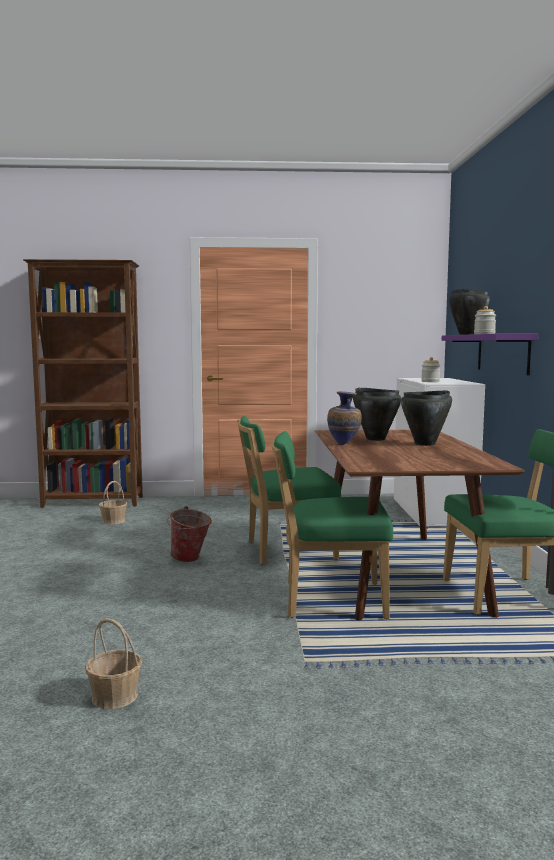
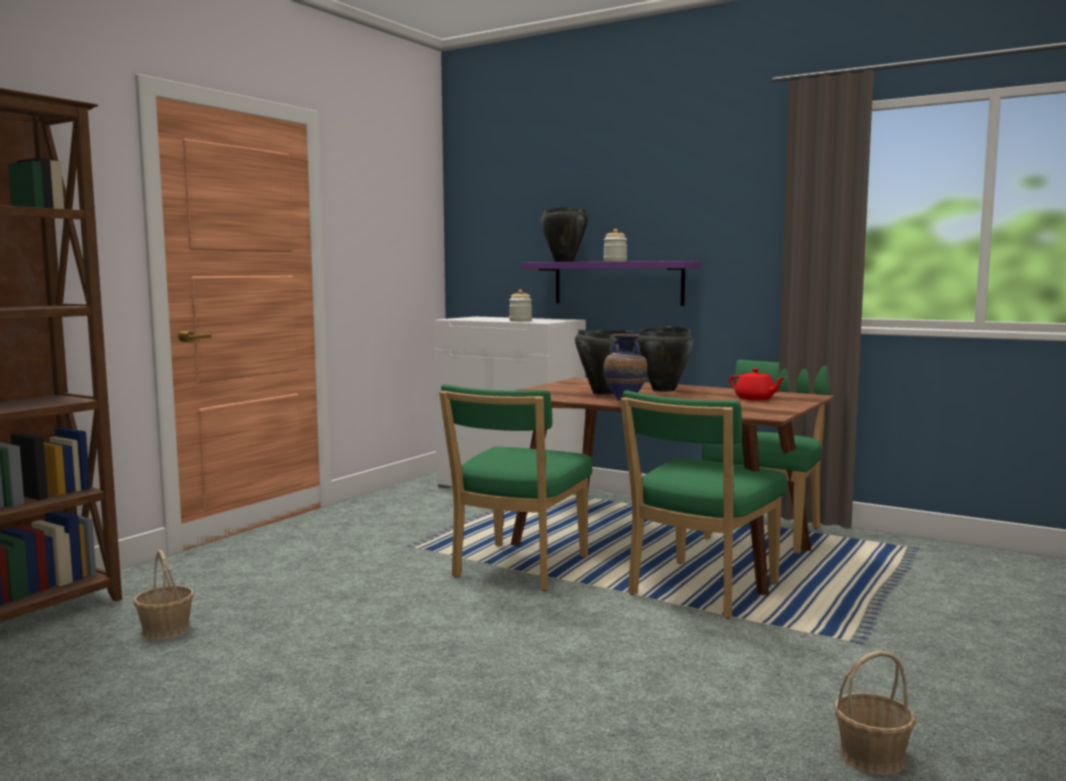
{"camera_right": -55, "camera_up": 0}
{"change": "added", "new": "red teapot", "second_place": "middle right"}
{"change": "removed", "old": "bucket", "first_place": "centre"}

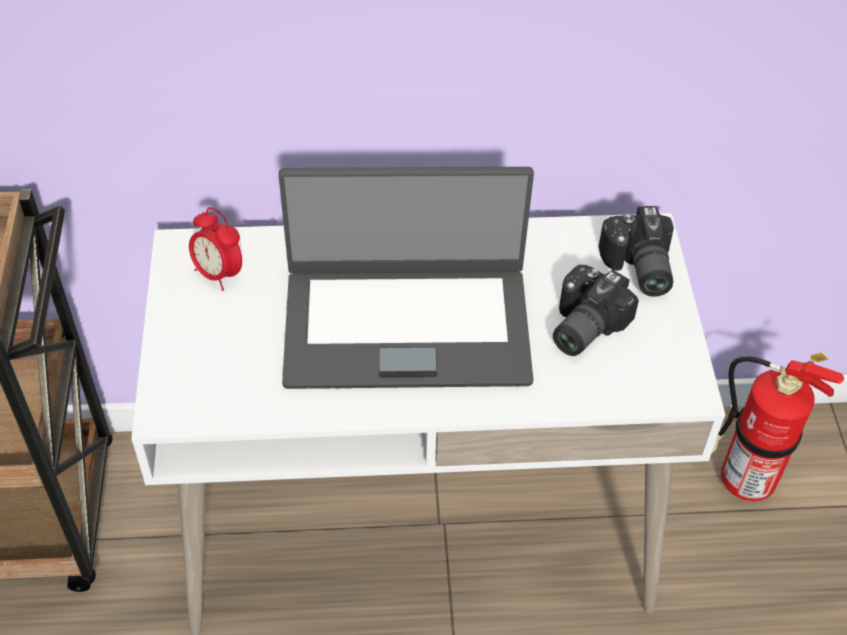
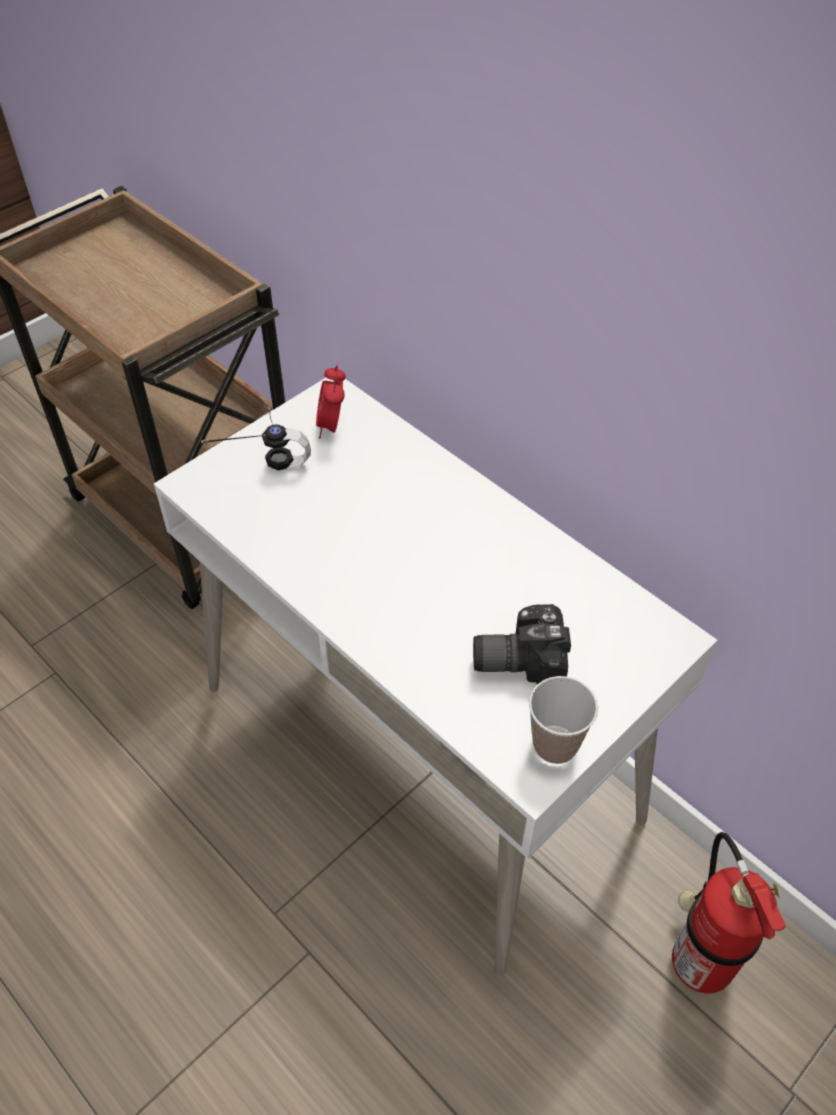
{"camera_right": 50, "camera_up": 0}
{"change": "added", "new": "headphones", "second_place": "middle left"}
{"change": "added", "new": "cup", "second_place": "middle right"}
{"change": "removed", "old": "laptop", "first_place": "centre"}
{"change": "removed", "old": "photo camera (2nd from left)", "first_place": "middle right"}

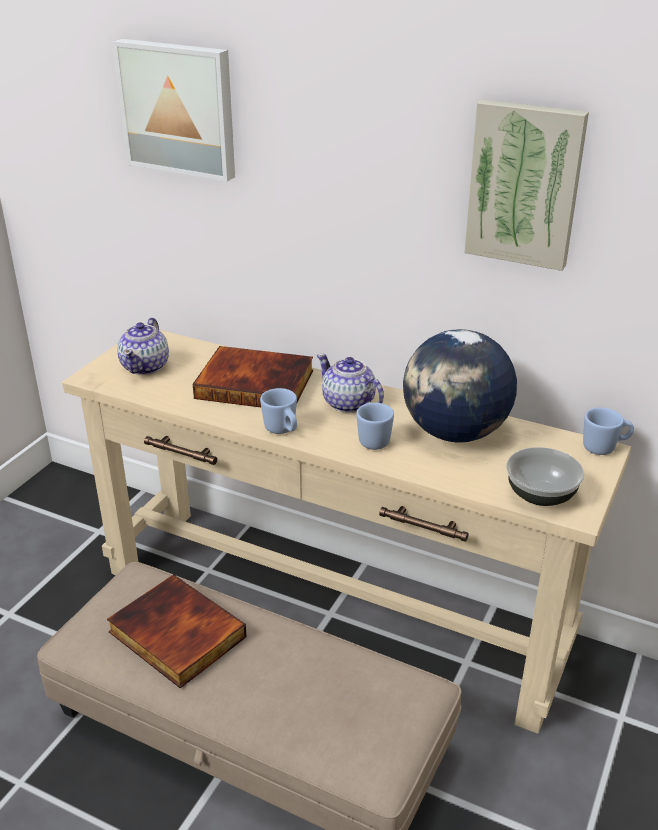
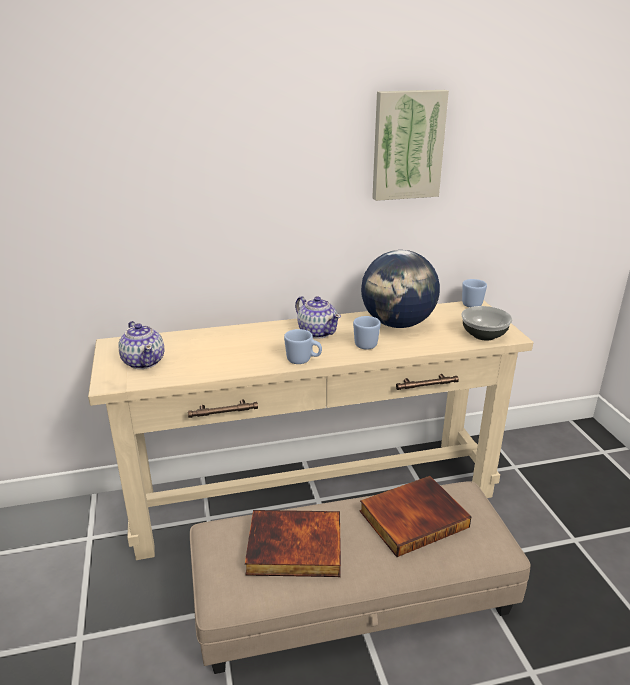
{"camera_right": -40, "camera_up": -5}
{"change": "turned", "old": "teapot (2nd from left)", "first_place": "centre", "second_place": "centre", "degrees": -135}
{"change": "moved", "old": "book (2nd from left)", "first_place": "centre", "second_place": "bottom centre"}
{"change": "removed", "old": "picture (1st from left)", "first_place": "top left"}

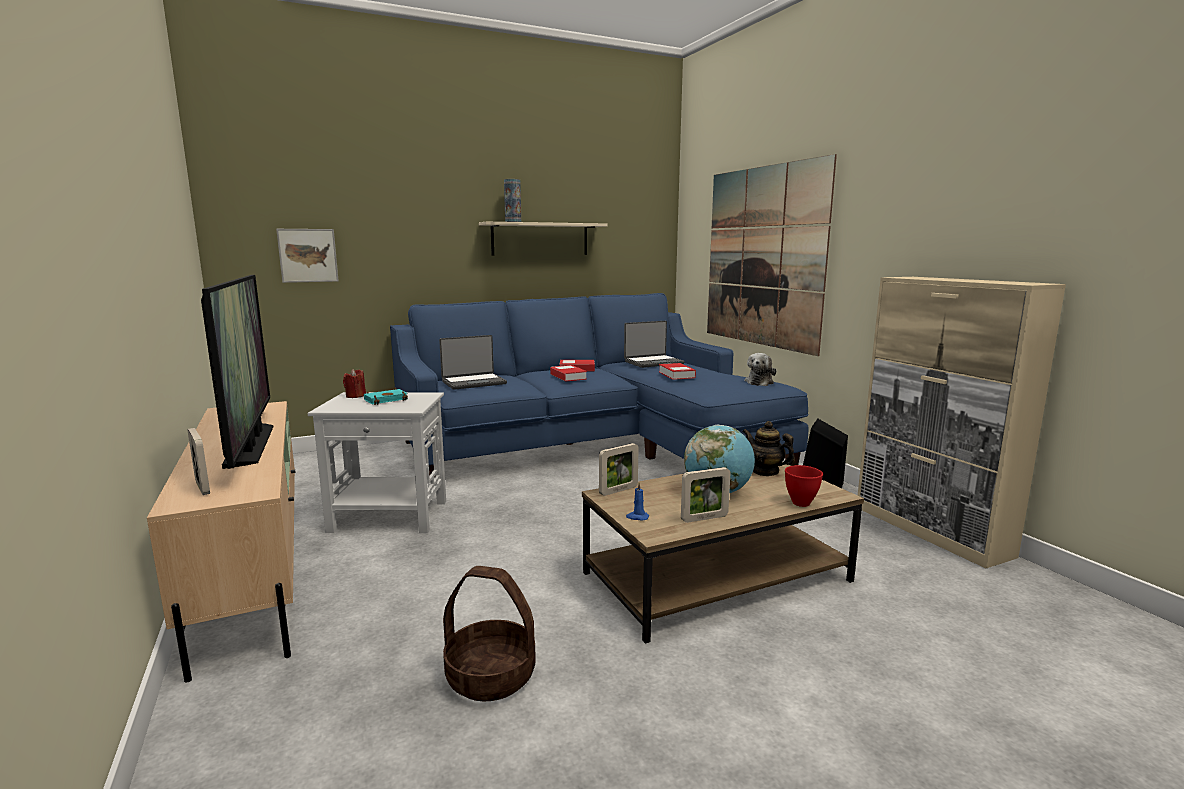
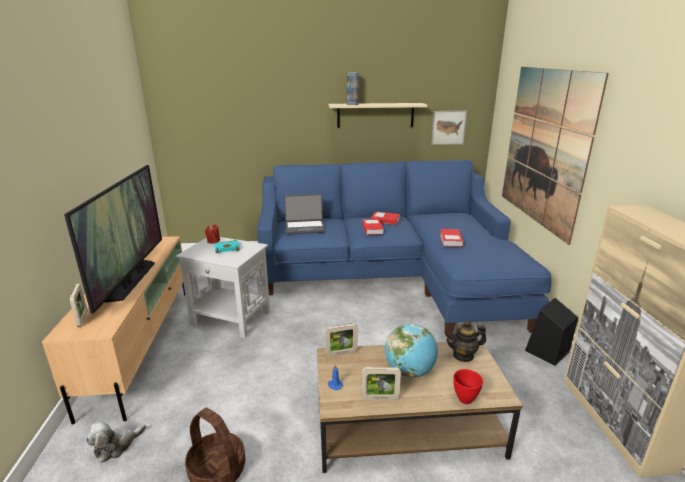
{"camera_right": 20, "camera_up": 10}
{"change": "moved", "old": "plush toy", "first_place": "centre", "second_place": "bottom left"}
{"change": "moved", "old": "picture (1st from left)", "first_place": "top left", "second_place": "top centre"}
{"change": "turned", "old": "teapot", "first_place": "centre", "second_place": "bottom right", "degrees": -75}
{"change": "removed", "old": "laptop (2nd from left)", "first_place": "centre"}

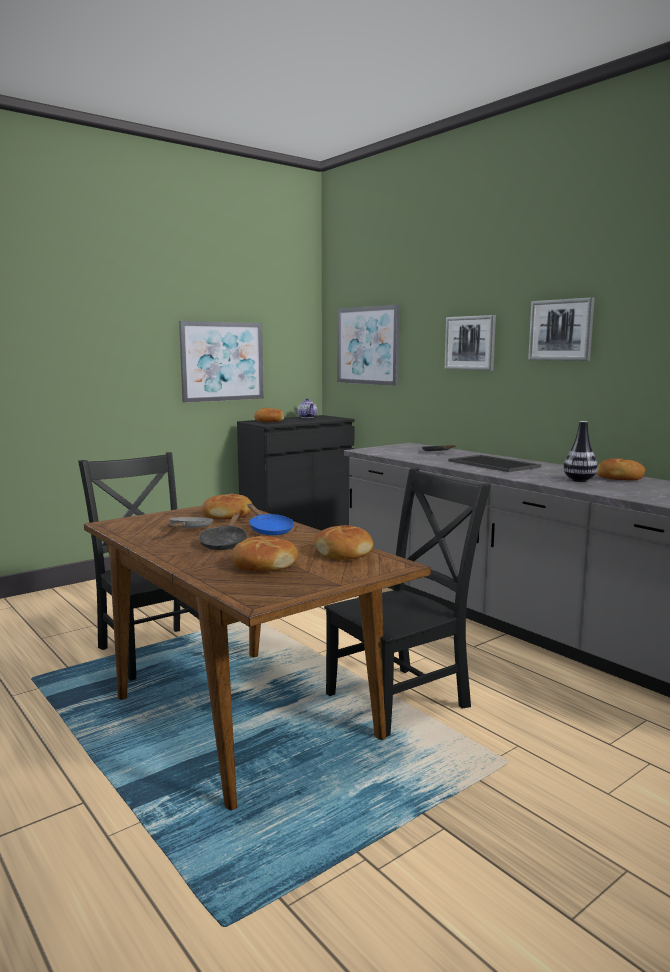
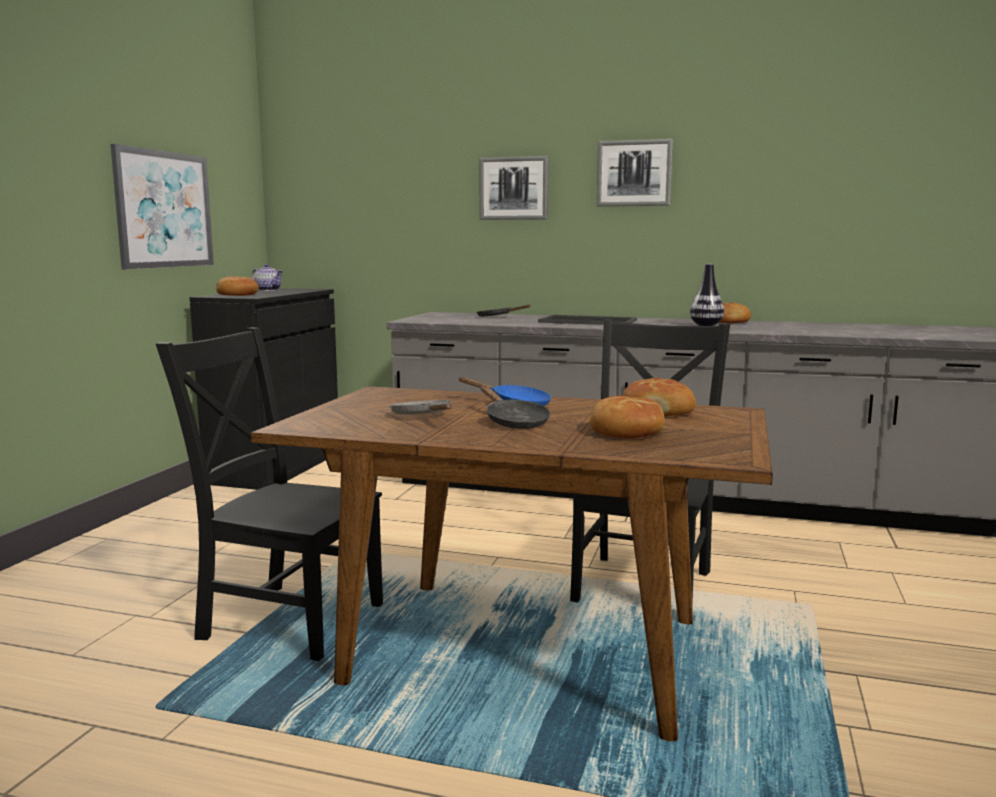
{"camera_right": -35, "camera_up": 0}
{"change": "removed", "old": "bread (1st from left)", "first_place": "centre"}
{"change": "removed", "old": "picture (2nd from left)", "first_place": "centre"}

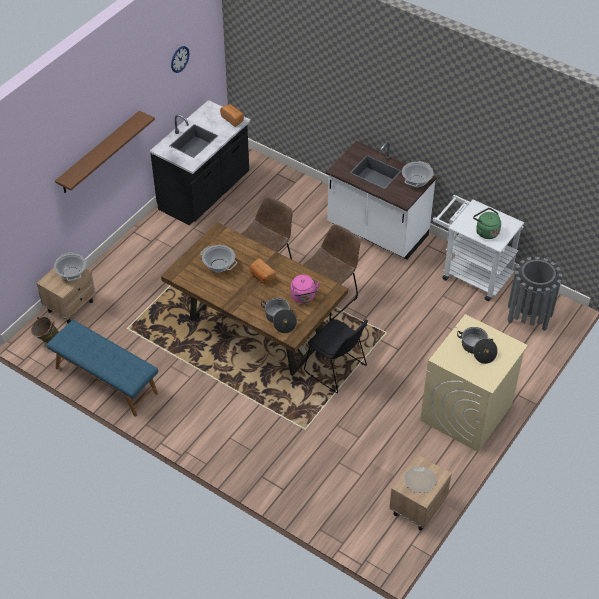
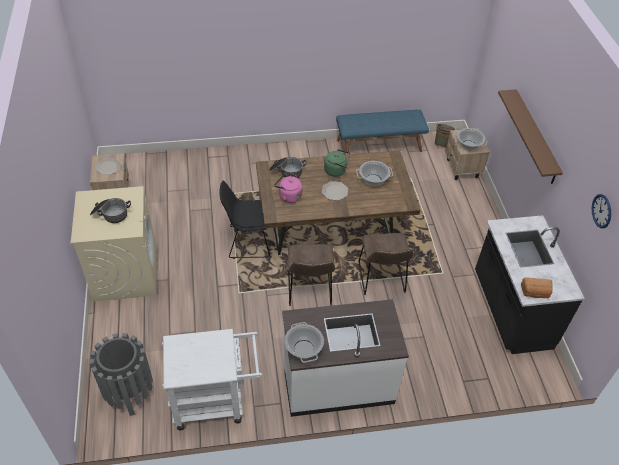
{"camera_right": 135, "camera_up": 0}
{"change": "replaced", "old": "bread (2nd from left)", "new": "plate (2nd from left)", "first_place": "centre", "second_place": "centre"}
{"change": "moved", "old": "green kettle", "first_place": "middle right", "second_place": "centre"}

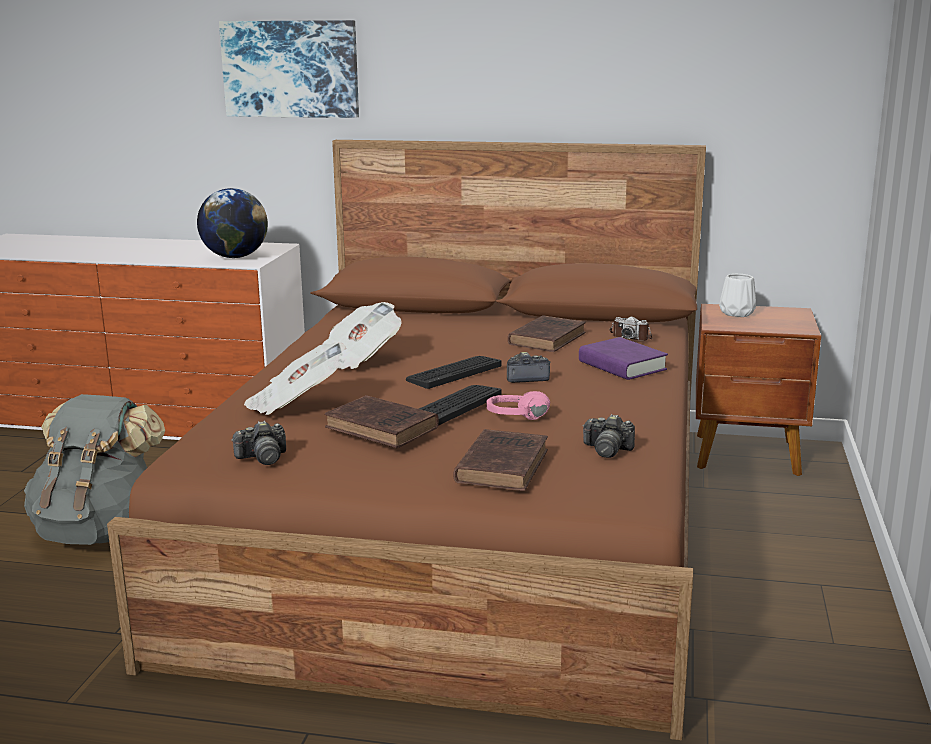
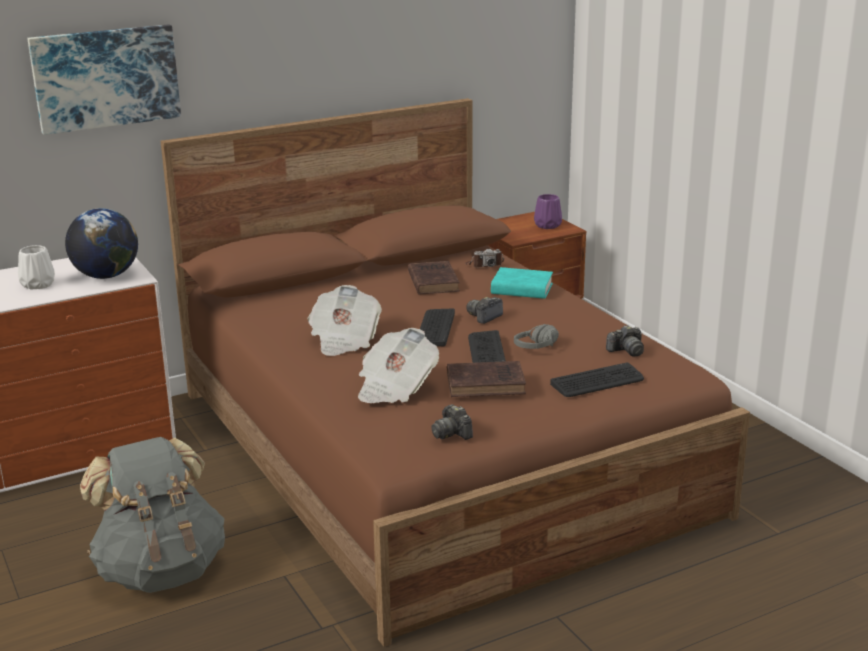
{"camera_right": -40, "camera_up": 5}
{"change": "moved", "old": "white vase", "first_place": "middle right", "second_place": "middle left"}
{"change": "turned", "old": "photo camera (1st from left)", "first_place": "middle left", "second_place": "centre", "degrees": 120}
{"change": "recoloured", "old": "purple book", "new": "turquoise book", "first_place": "middle right", "second_place": "centre"}
{"change": "recoloured", "old": "pink headphones", "new": "grey headphones", "first_place": "centre", "second_place": "centre"}
{"change": "added", "new": "purple vase", "second_place": "top centre"}
{"change": "replaced", "old": "brown book (2nd from left)", "new": "keyboard (3rd from left)", "first_place": "centre", "second_place": "middle right"}

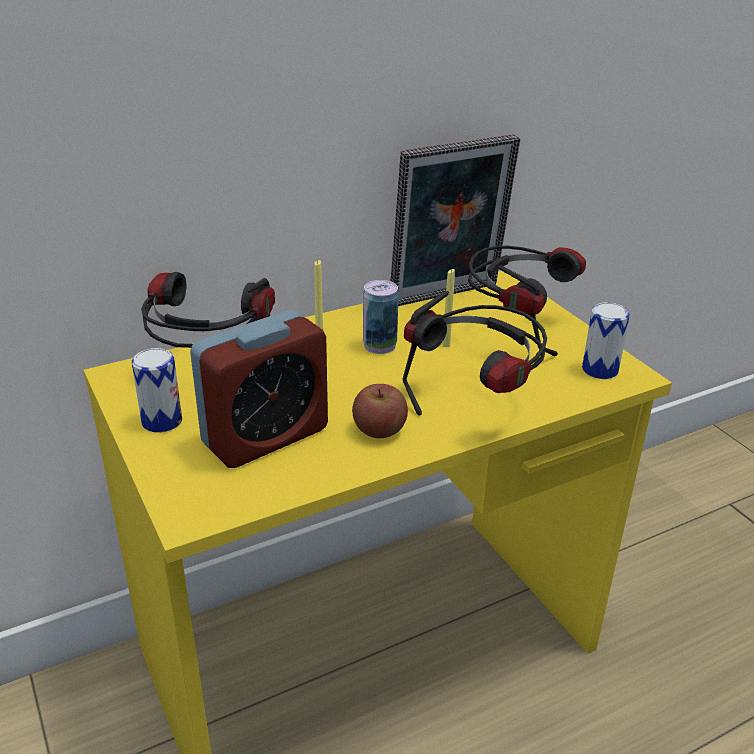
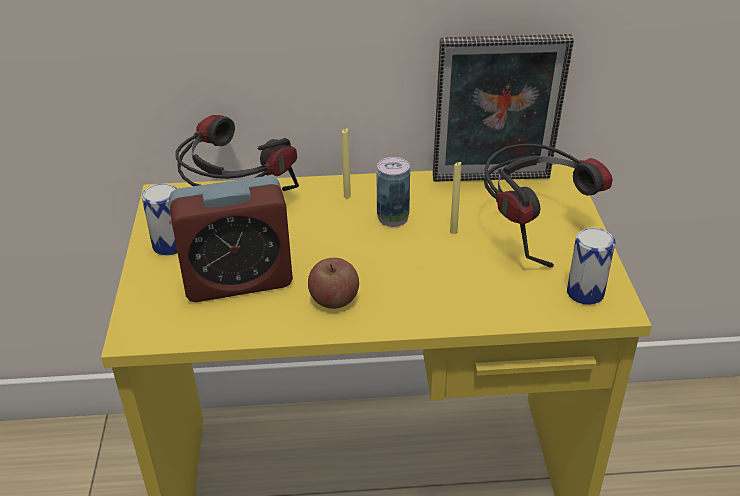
{"camera_right": 25, "camera_up": 5}
{"change": "removed", "old": "headphones (2nd from left)", "first_place": "centre"}

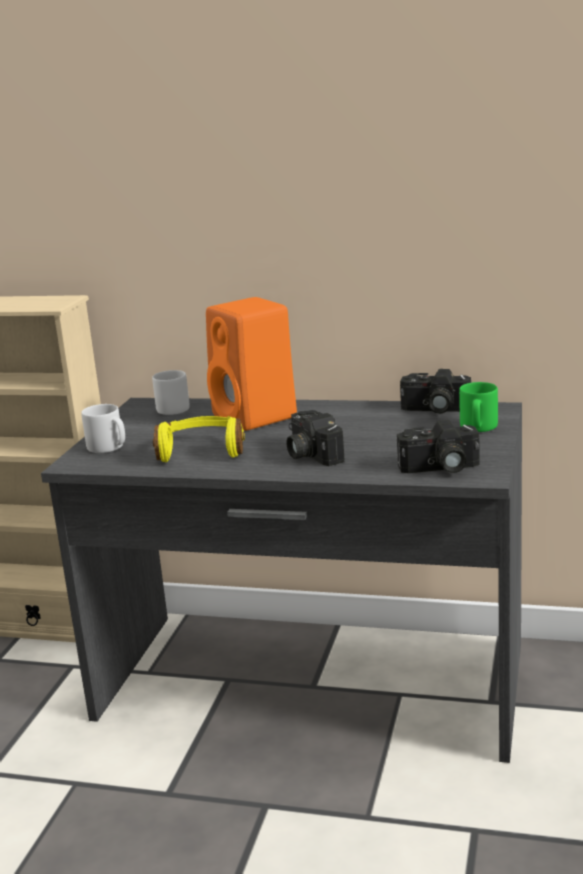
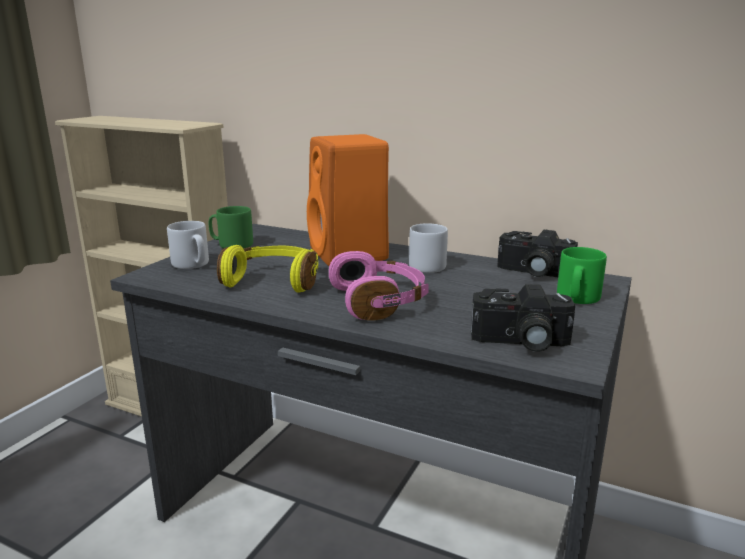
{"camera_right": 10, "camera_up": 0}
{"change": "added", "new": "green mug (1st from left)", "second_place": "middle left"}
{"change": "replaced", "old": "photo camera (1st from left)", "new": "pink headphones", "first_place": "centre", "second_place": "centre"}
{"change": "moved", "old": "grey mug (2nd from left)", "first_place": "middle left", "second_place": "centre"}

